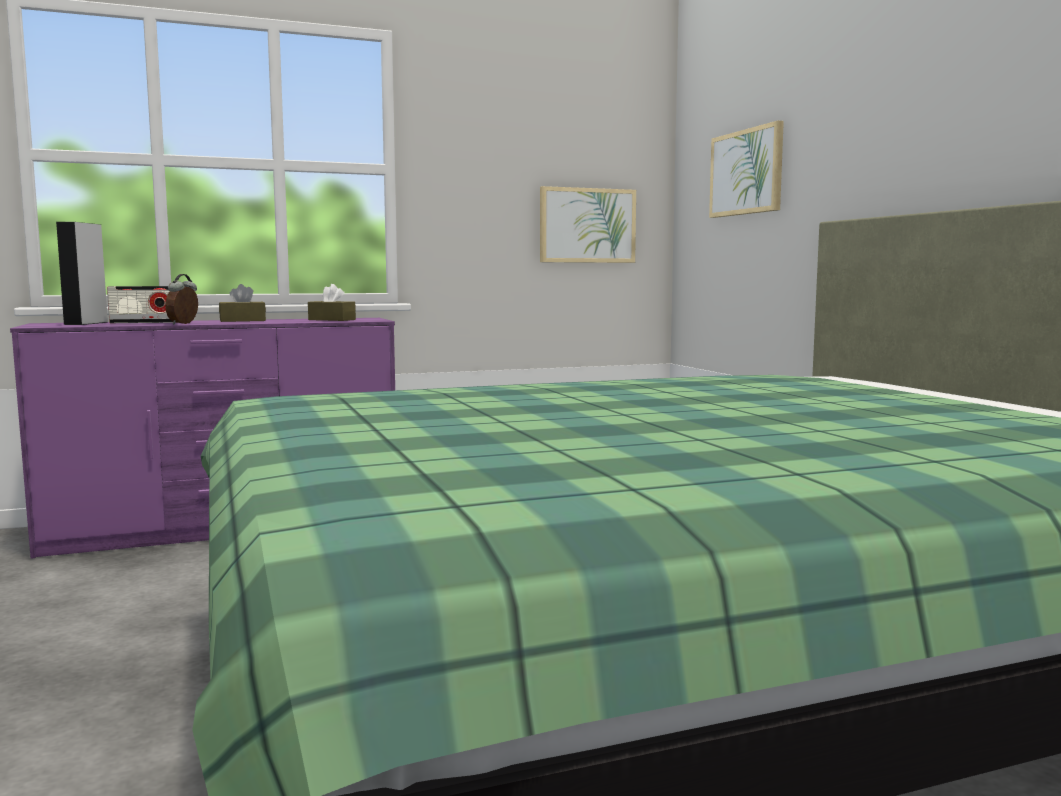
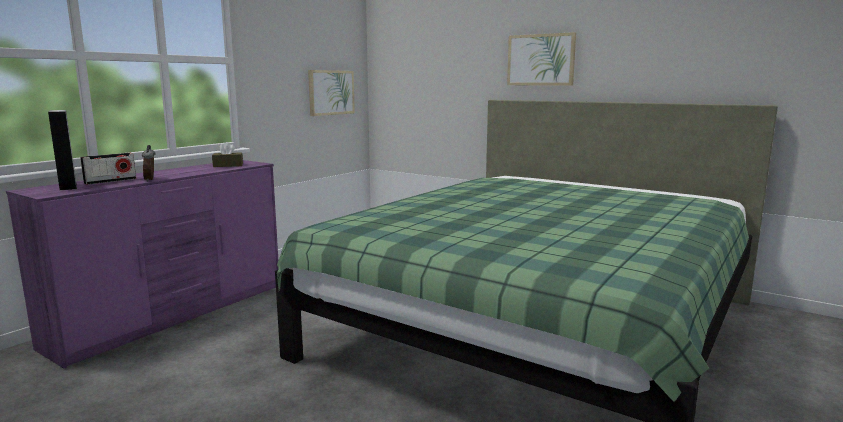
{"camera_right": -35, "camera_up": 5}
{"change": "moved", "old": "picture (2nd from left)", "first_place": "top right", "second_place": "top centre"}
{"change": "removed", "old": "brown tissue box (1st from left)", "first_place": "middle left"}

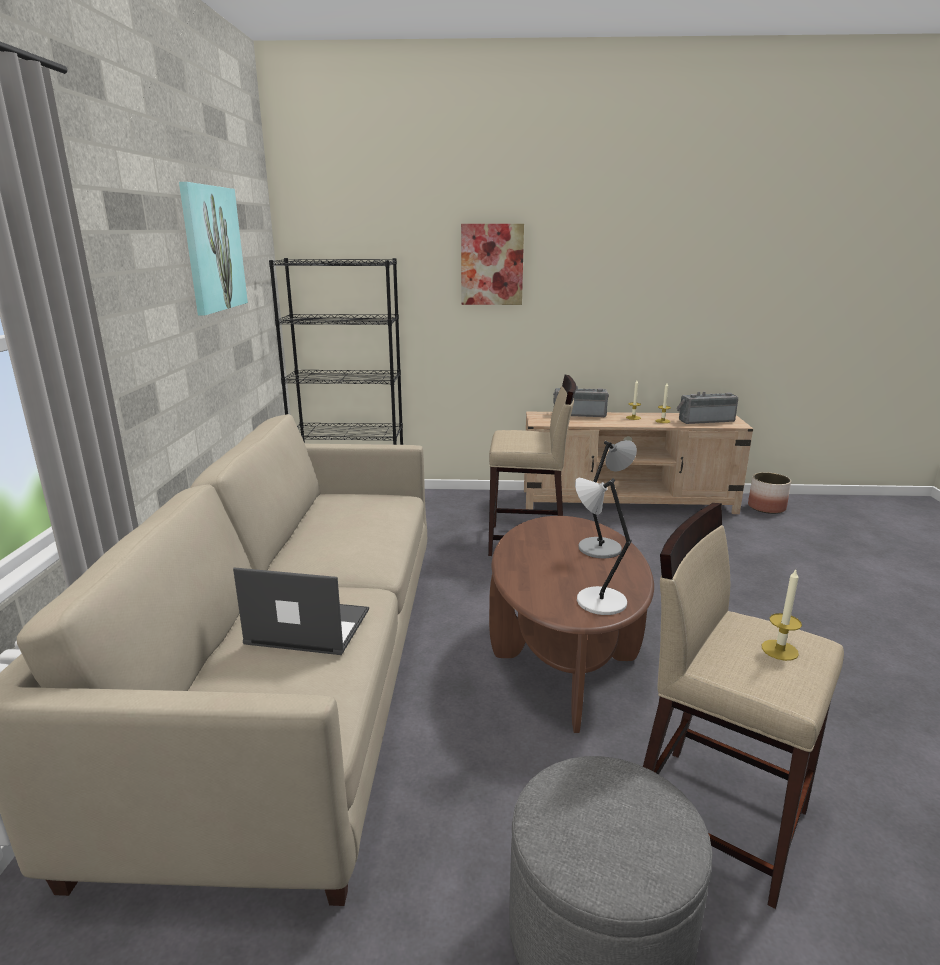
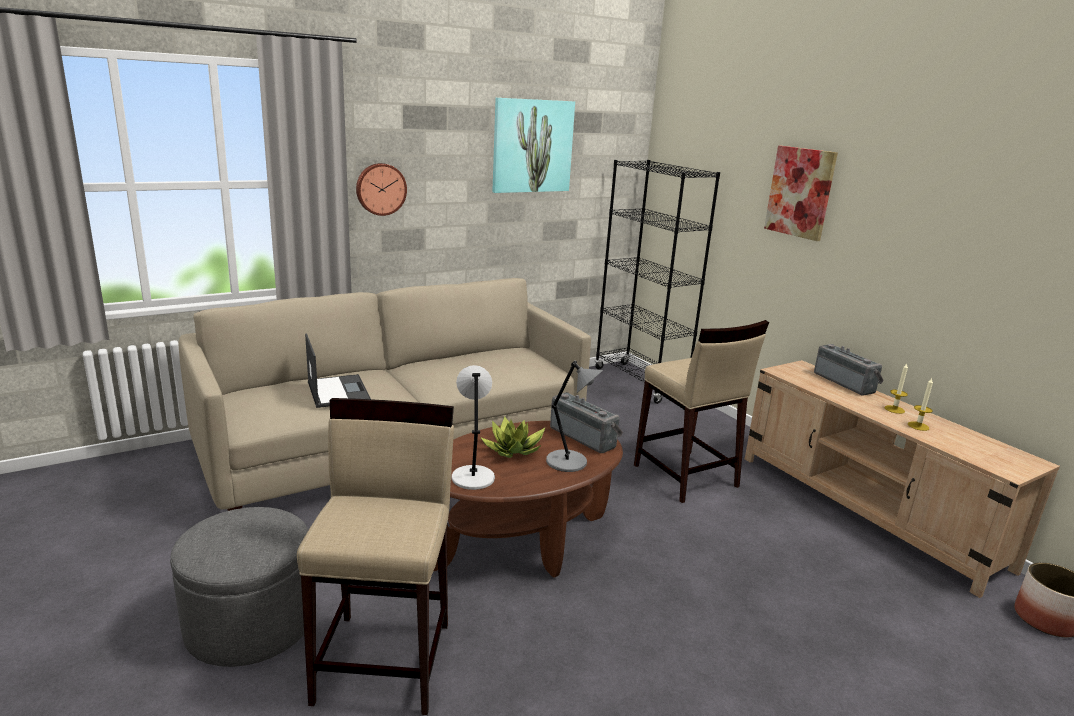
{"camera_right": 55, "camera_up": 0}
{"change": "added", "new": "wall clock", "second_place": "top centre"}
{"change": "added", "new": "potted plant", "second_place": "centre"}
{"change": "moved", "old": "radio (2nd from left in the first image)", "new": "radio (1st from left)", "first_place": "middle right", "second_place": "centre"}
{"change": "removed", "old": "candle (3rd from left)", "first_place": "middle right"}

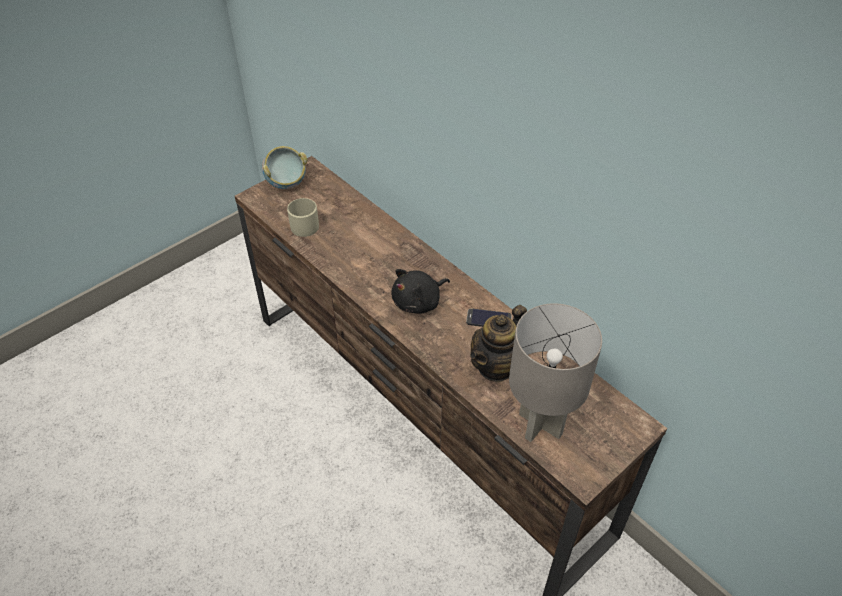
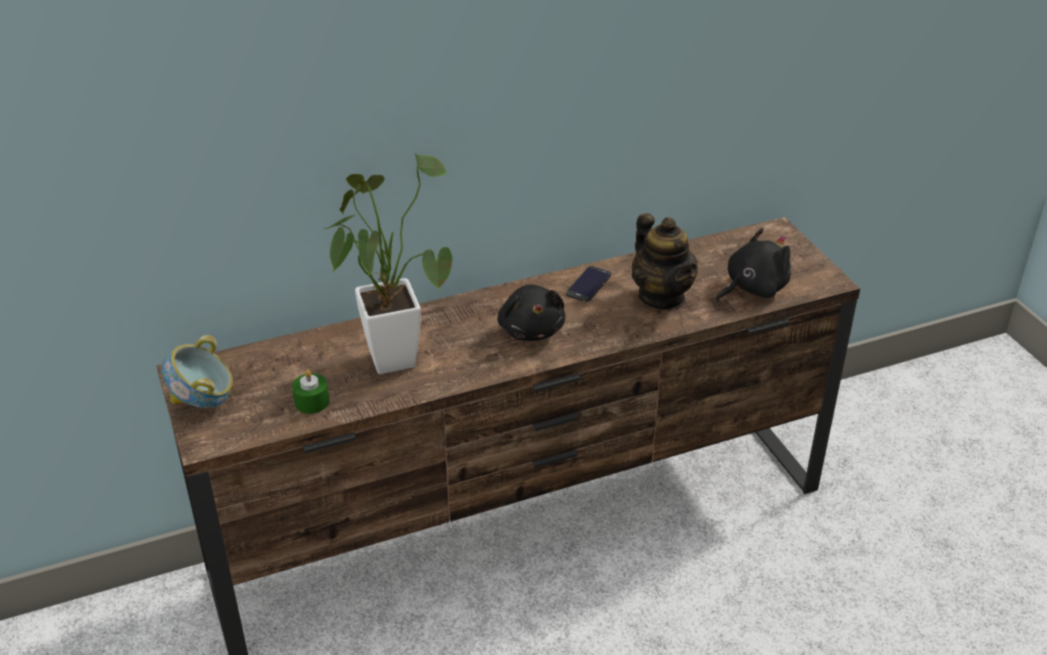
{"camera_right": -70, "camera_up": -10}
{"change": "replaced", "old": "beige mug", "new": "green candle", "first_place": "centre", "second_place": "middle left"}
{"change": "added", "new": "potted plant", "second_place": "centre"}
{"change": "replaced", "old": "grey table lamp", "new": "black plush toy (2nd from left)", "first_place": "centre", "second_place": "middle right"}

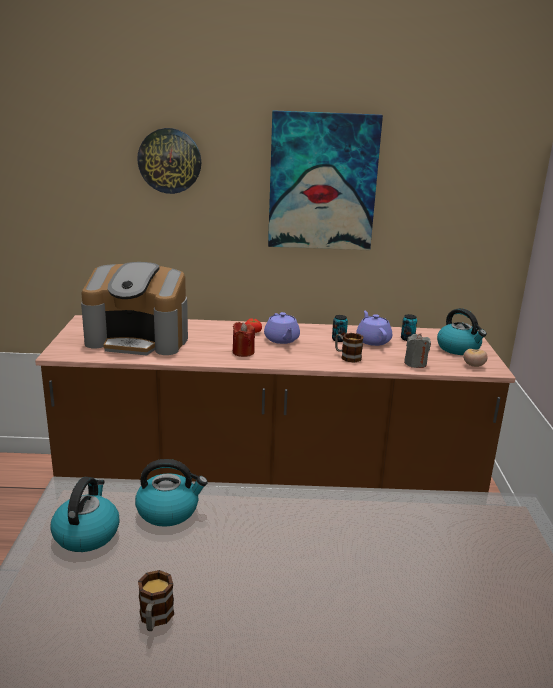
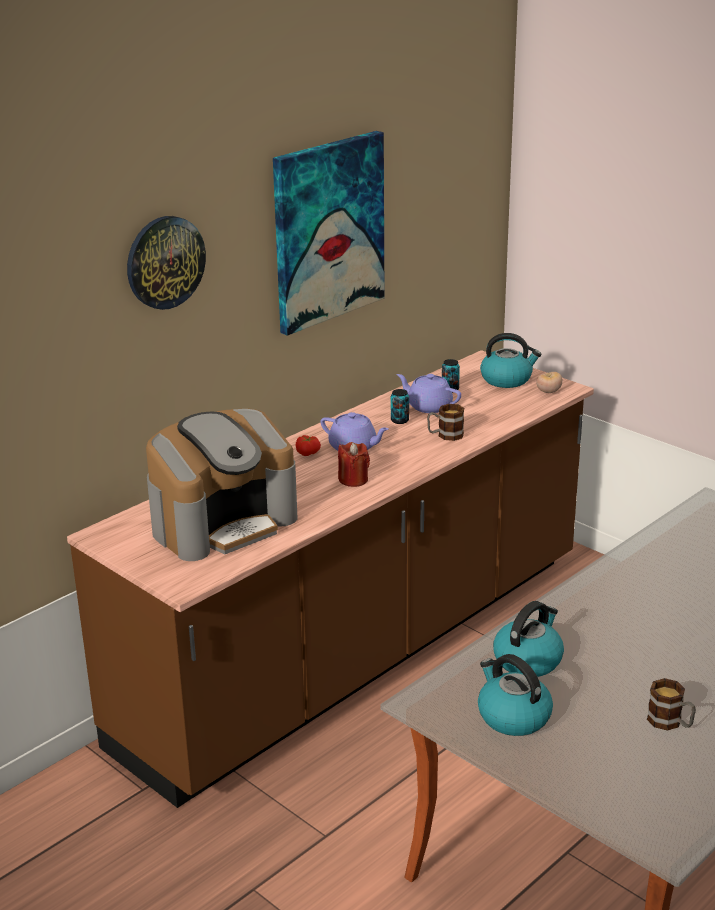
{"camera_right": -45, "camera_up": 5}
{"change": "removed", "old": "grey candle", "first_place": "middle right"}

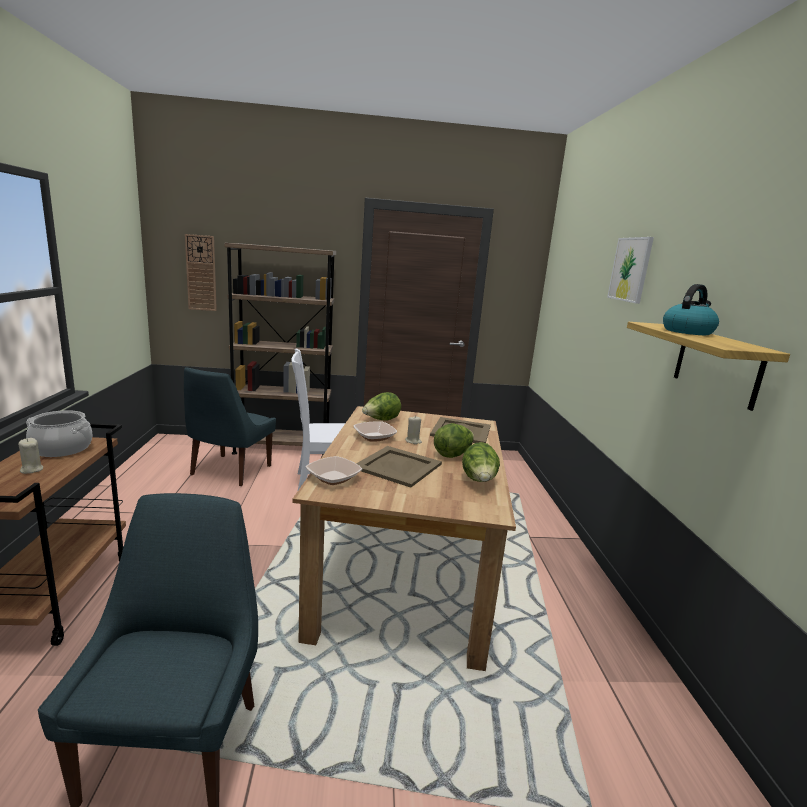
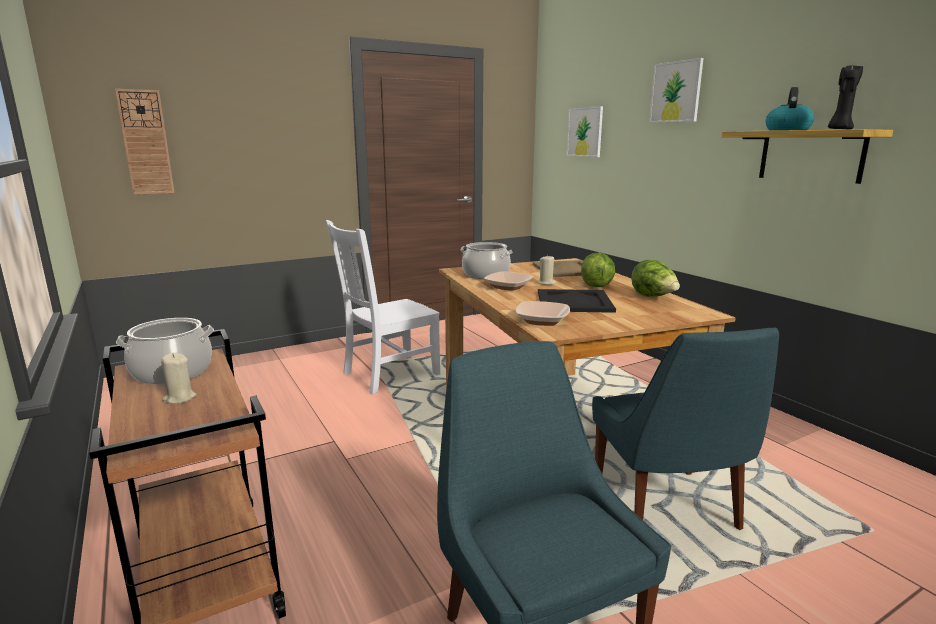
{"camera_right": -25, "camera_up": 0}
{"change": "replaced", "old": "lettuce (1st from left)", "new": "cooking pot (2nd from left)", "first_place": "centre", "second_place": "centre"}
{"change": "recoloured", "old": "beige tray (1st from left)", "new": "black tray", "first_place": "centre", "second_place": "centre"}
{"change": "added", "new": "picture (1st from left)", "second_place": "top centre"}
{"change": "moved", "old": "blue chair (2nd from left)", "first_place": "middle left", "second_place": "bottom right"}
{"change": "added", "new": "black candle", "second_place": "top right"}
{"change": "removed", "old": "brown bookcase", "first_place": "centre"}

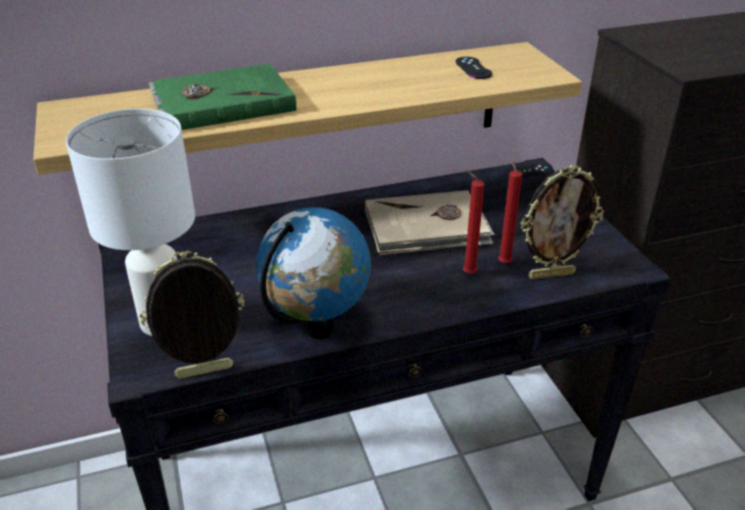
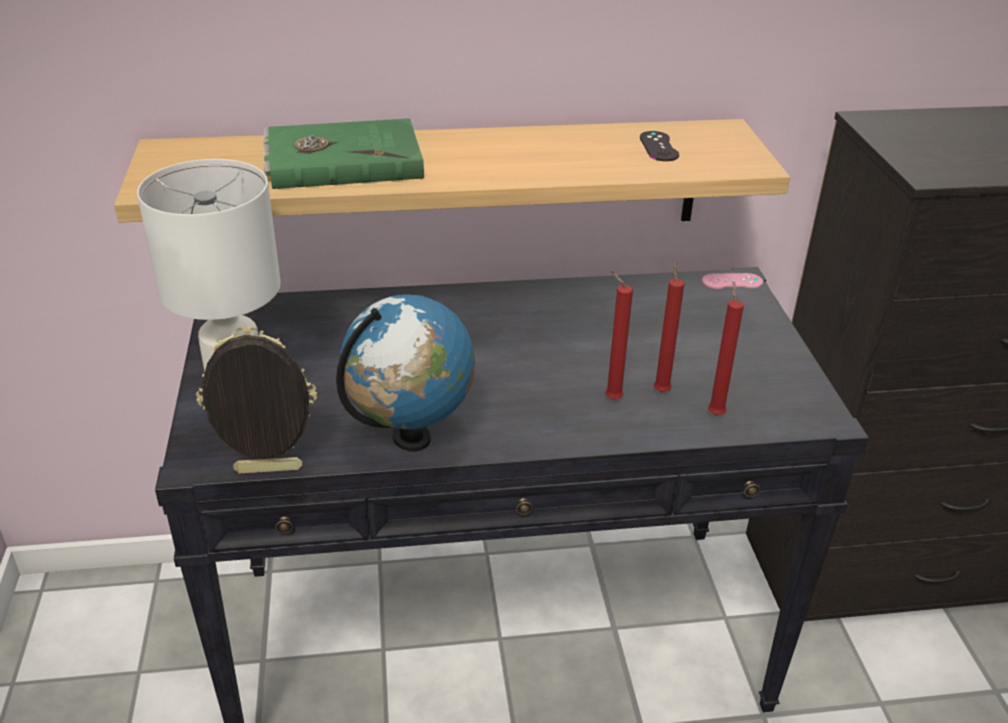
{"camera_right": 10, "camera_up": 0}
{"change": "recoloured", "old": "black game controller (2nd from left)", "new": "pink game controller", "first_place": "middle right", "second_place": "middle right"}
{"change": "replaced", "old": "picture frame (2nd from left)", "new": "red candle (3rd from left)", "first_place": "middle right", "second_place": "middle right"}
{"change": "removed", "old": "beige book", "first_place": "centre"}

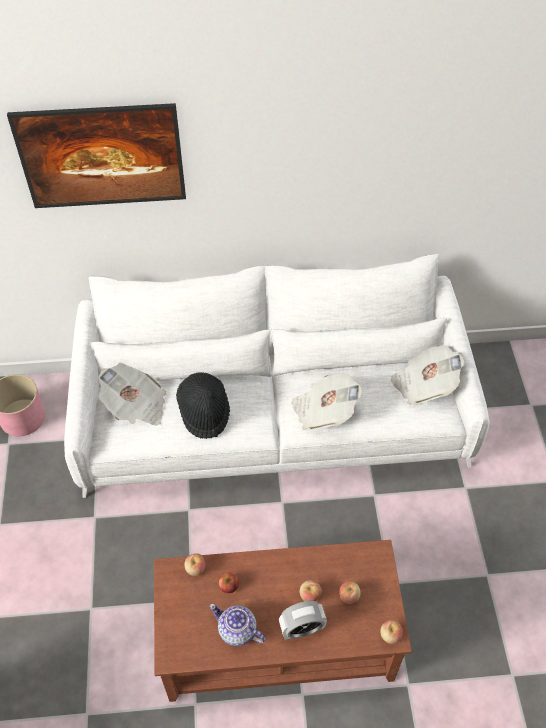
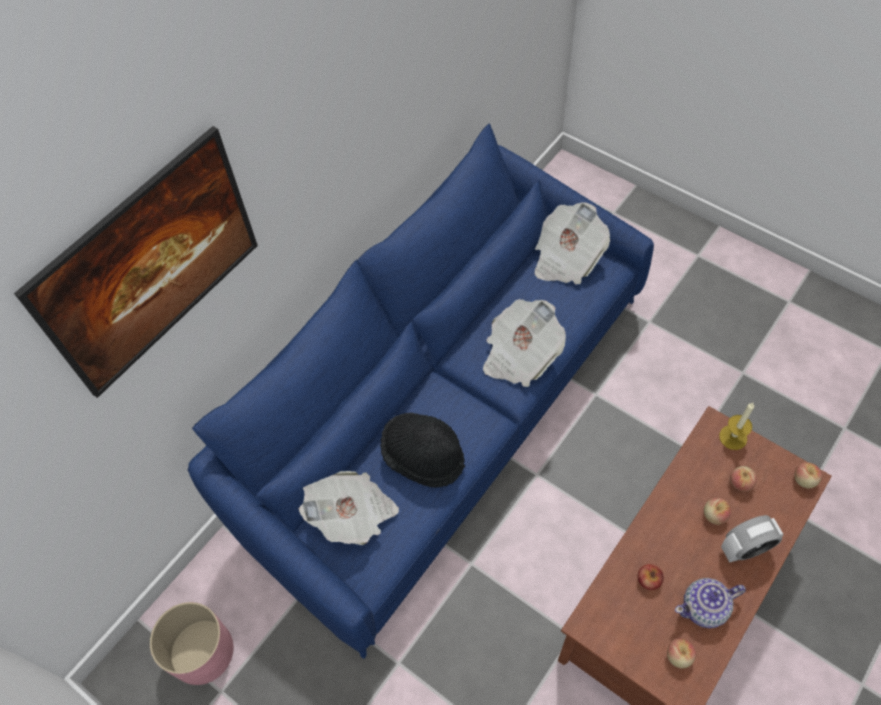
{"camera_right": -45, "camera_up": 5}
{"change": "recoloured", "old": "white sofa", "new": "blue sofa", "first_place": "centre", "second_place": "centre"}
{"change": "moved", "old": "apple (1st from left in the first image)", "new": "apple (2nd from left)", "first_place": "bottom centre", "second_place": "bottom right"}
{"change": "added", "new": "candle", "second_place": "middle right"}
{"change": "turned", "old": "alarm clock", "first_place": "bottom centre", "second_place": "bottom right", "degrees": 45}

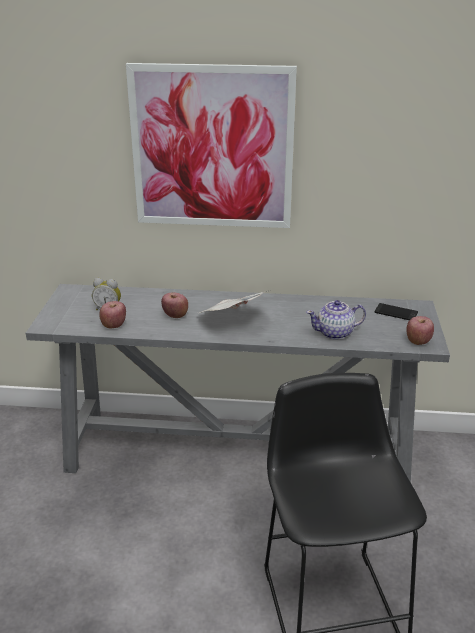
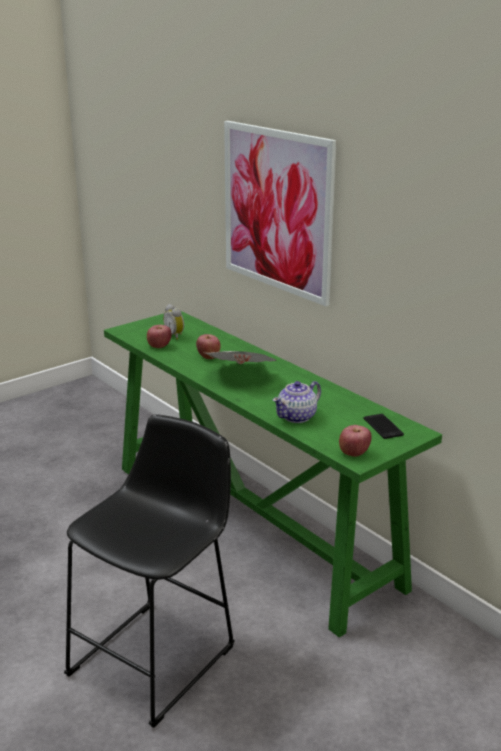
{"camera_right": 45, "camera_up": -5}
{"change": "recoloured", "old": "grey console table", "new": "green console table", "first_place": "centre", "second_place": "centre"}
{"change": "turned", "old": "teapot", "first_place": "middle right", "second_place": "centre", "degrees": -75}

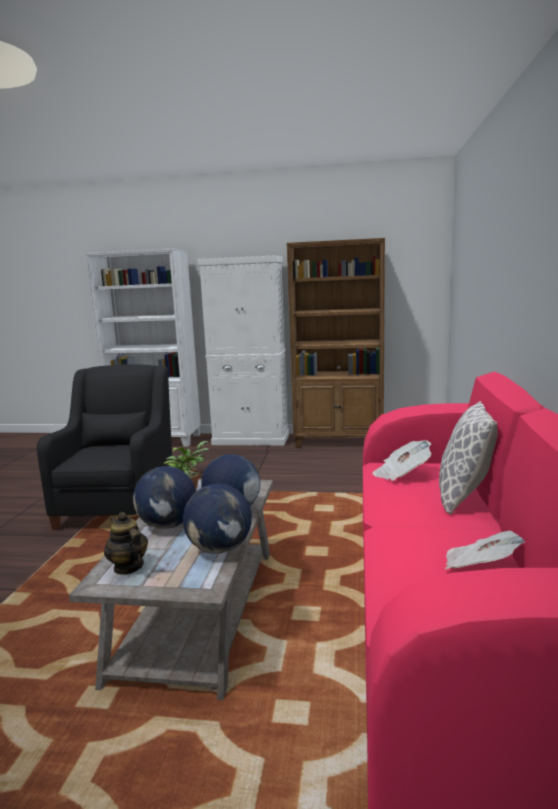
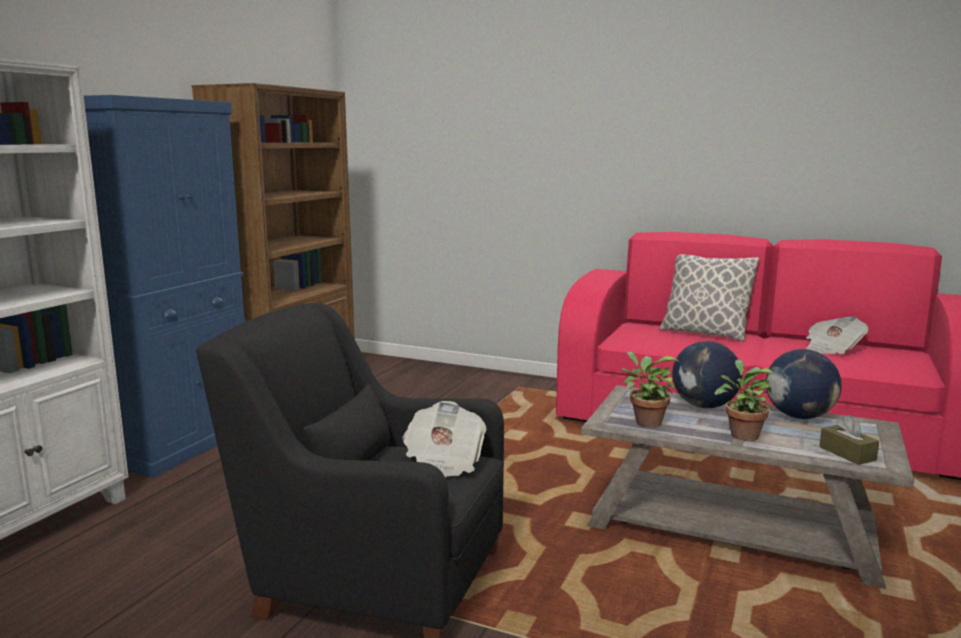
{"camera_right": -75, "camera_up": 0}
{"change": "recoloured", "old": "white cabinet", "new": "blue cabinet", "first_place": "centre", "second_place": "middle left"}
{"change": "moved", "old": "newspaper (1st from left)", "first_place": "middle right", "second_place": "bottom centre"}
{"change": "replaced", "old": "globe (1st from left)", "new": "potted plant (2nd from left)", "first_place": "middle left", "second_place": "middle right"}
{"change": "replaced", "old": "teapot", "new": "brown tissue box", "first_place": "bottom left", "second_place": "bottom right"}

